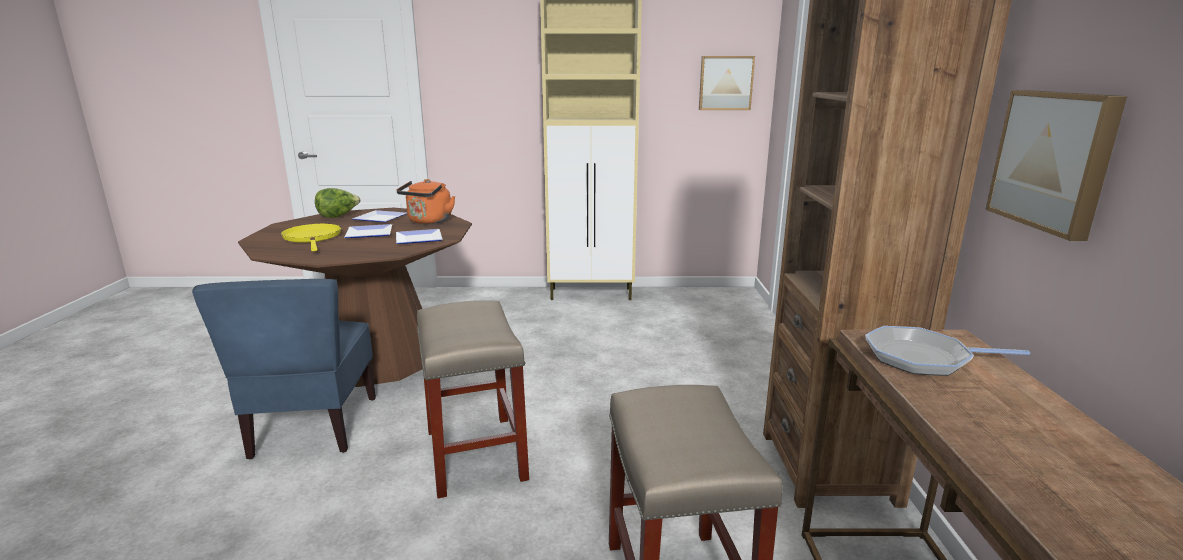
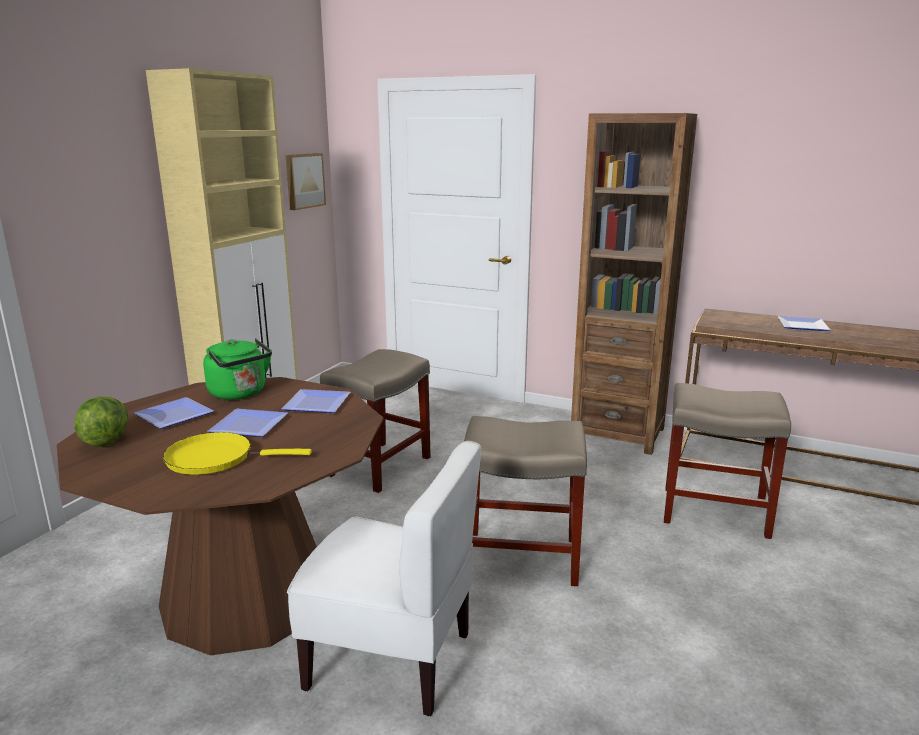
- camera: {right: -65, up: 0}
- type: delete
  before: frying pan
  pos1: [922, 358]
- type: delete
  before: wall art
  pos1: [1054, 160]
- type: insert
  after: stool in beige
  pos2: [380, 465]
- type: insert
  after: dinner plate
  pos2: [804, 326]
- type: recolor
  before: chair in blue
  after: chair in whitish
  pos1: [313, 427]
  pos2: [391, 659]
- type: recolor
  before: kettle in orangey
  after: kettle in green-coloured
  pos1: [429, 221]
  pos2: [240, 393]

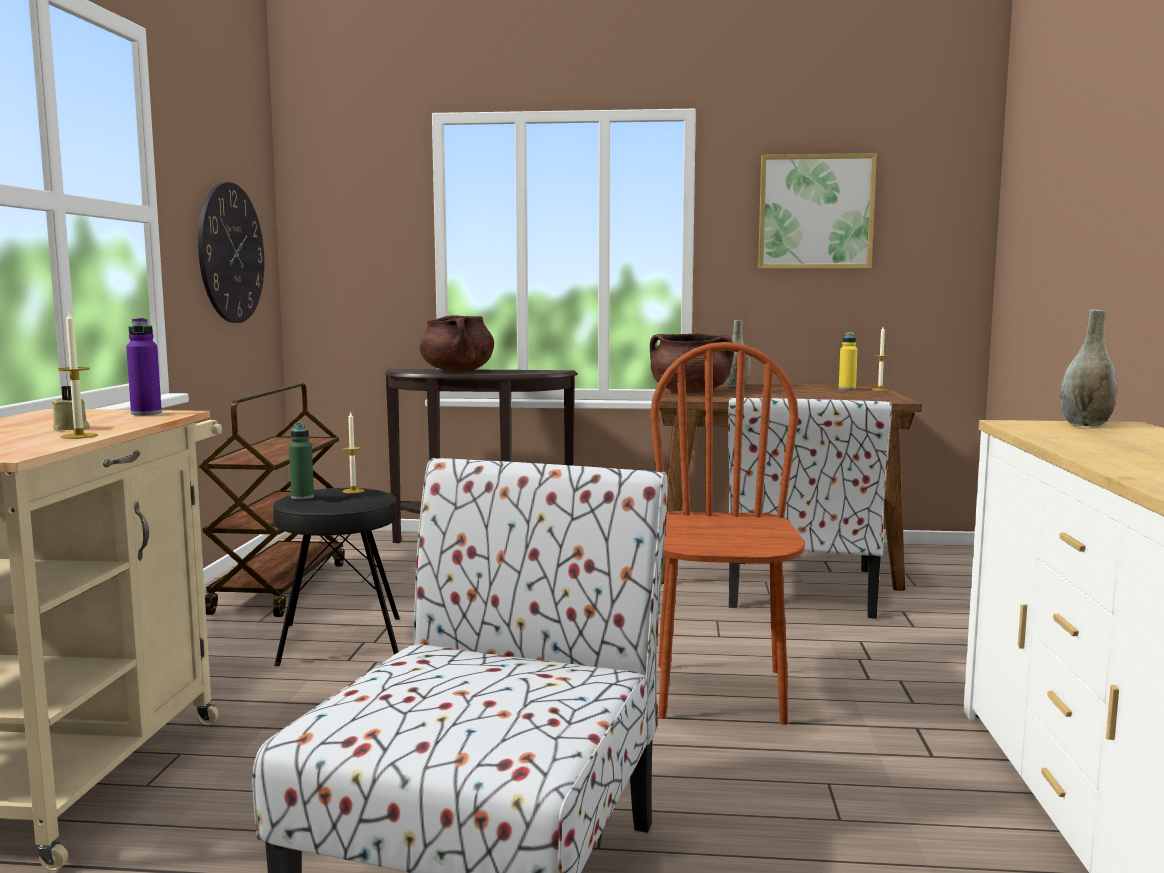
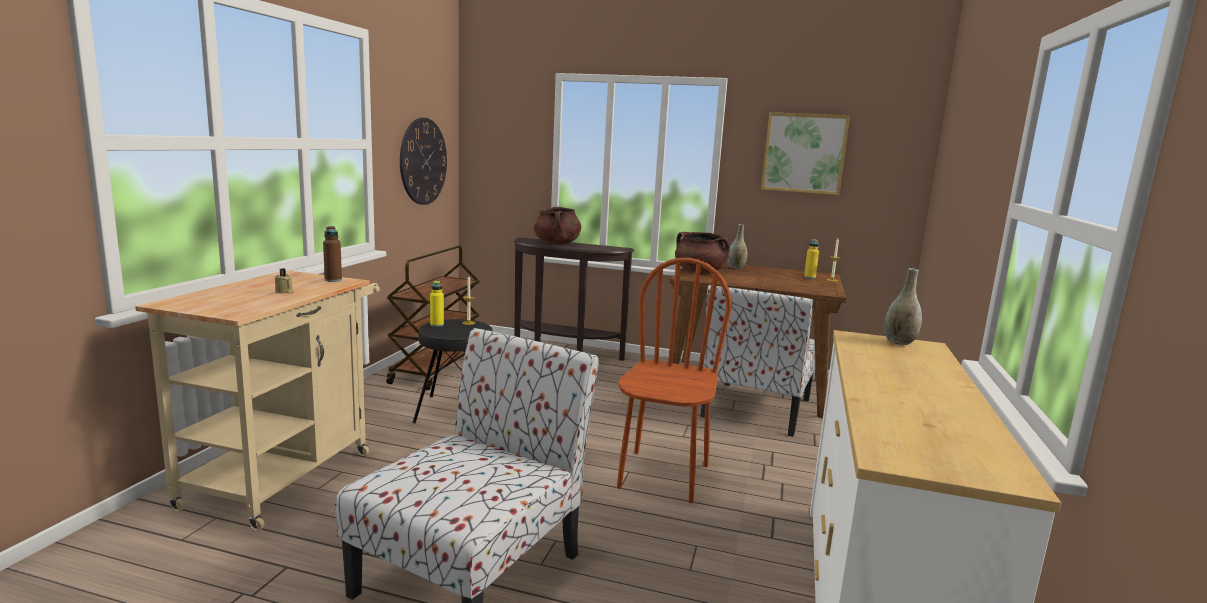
- camera: {right: 10, up: 5}
- type: delete
  before: wax candle
  pos1: [79, 436]
- type: recolor
  before: drink bottle in purple-coloured
  after: drink bottle in brownish
  pos1: [146, 413]
  pos2: [333, 280]
- type: recolor
  before: drink bottle in green-coloured
  after: drink bottle in yellow-coloured
  pos1: [302, 497]
  pos2: [437, 325]

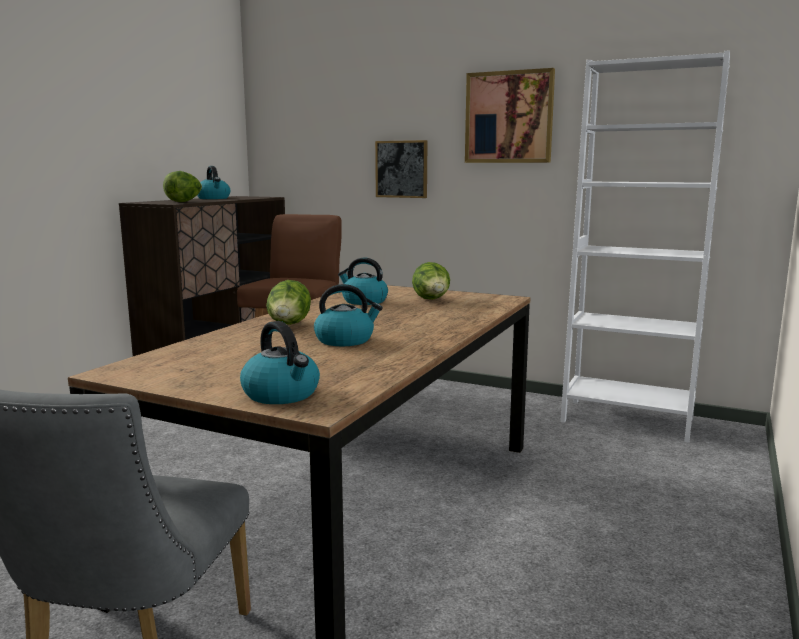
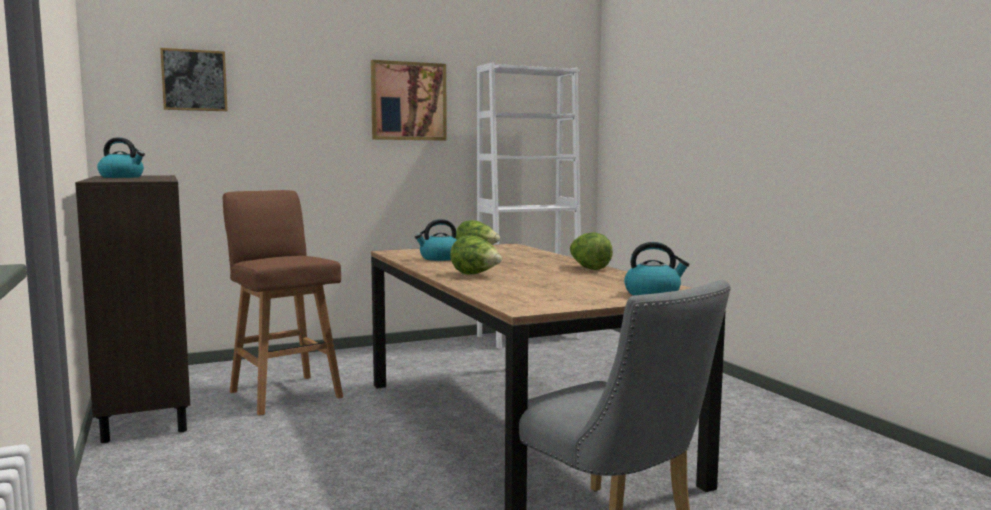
- camera: {right: -50, up: -5}
- type: delete
  before: kettle
  pos1: [345, 340]
- type: move
  before: head of lettuce
  pos1: [184, 201]
  pos2: [588, 268]
- type: move
  before: wall art
  pos1: [401, 169]
  pos2: [194, 80]

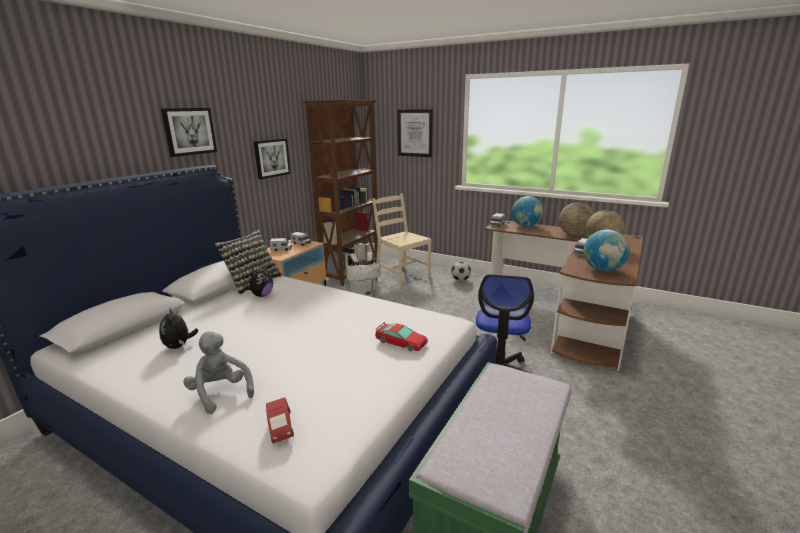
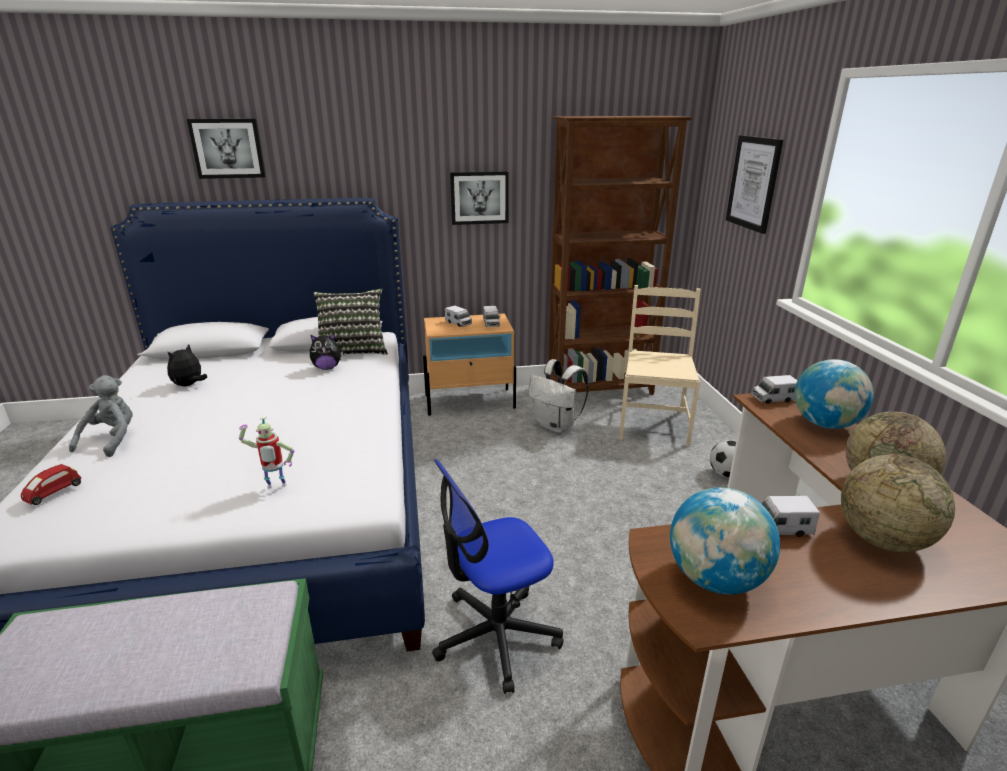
- camera: {right: 50, up: 5}
- type: move
  before: wall art
  pos1: [189, 131]
  pos2: [228, 148]
- type: replace
  before: toy car
  after: robot figure
  pos1: [401, 342]
  pos2: [276, 487]

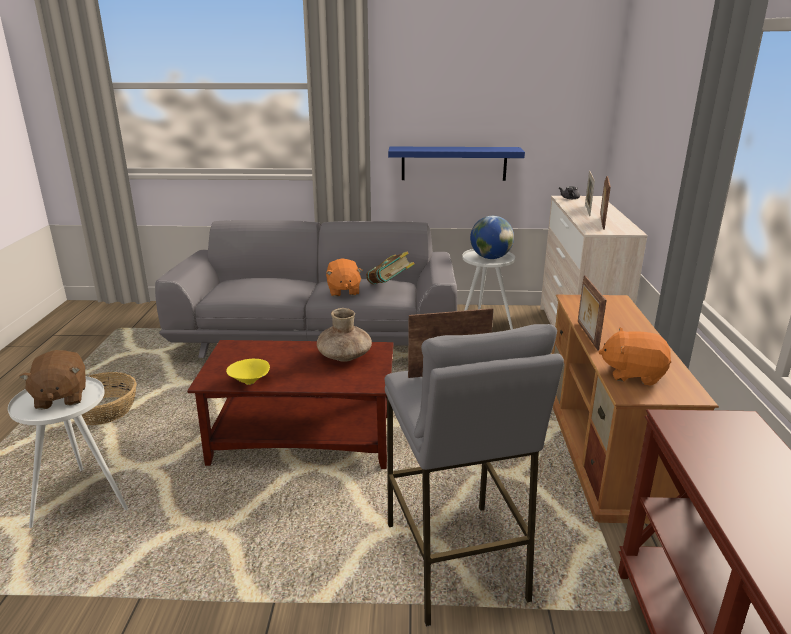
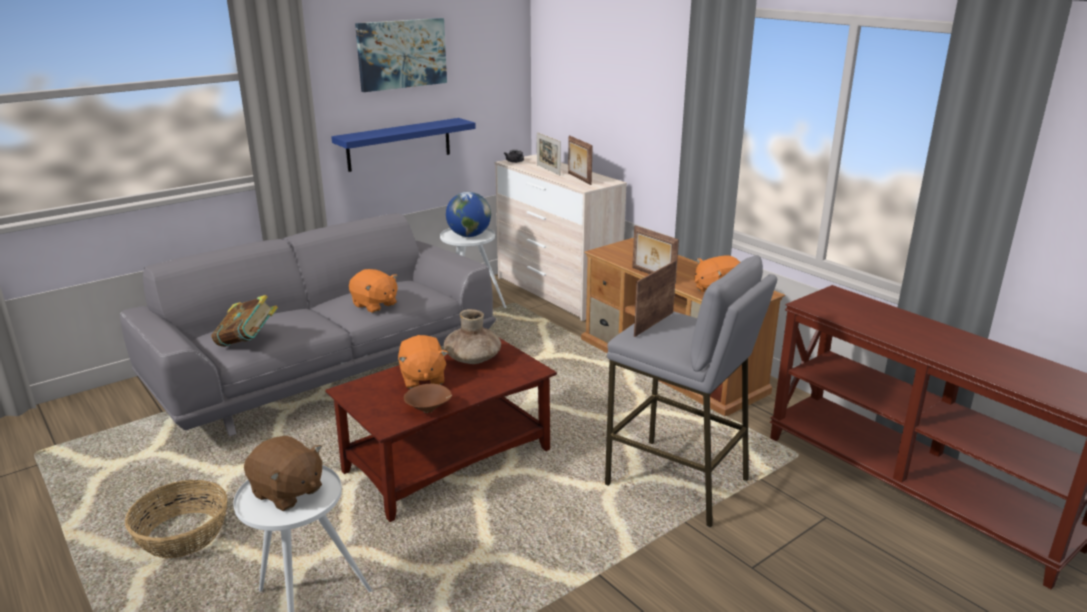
- camera: {right: -40, up: 0}
- type: insert
  after: wall art
  pos2: [401, 54]
- type: insert
  after: cuddly toy in orangey
  pos2: [422, 378]
- type: move
  before: book
  pos1: [389, 286]
  pos2: [248, 343]
- type: recolor
  before: deep dish in yellow-coloured
  after: deep dish in brownish
  pos1: [250, 382]
  pos2: [429, 410]

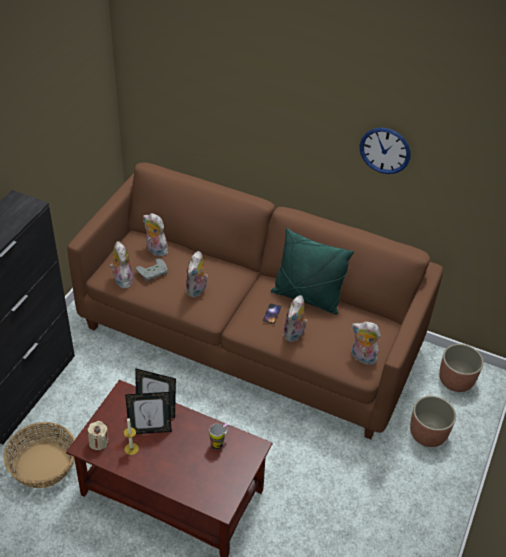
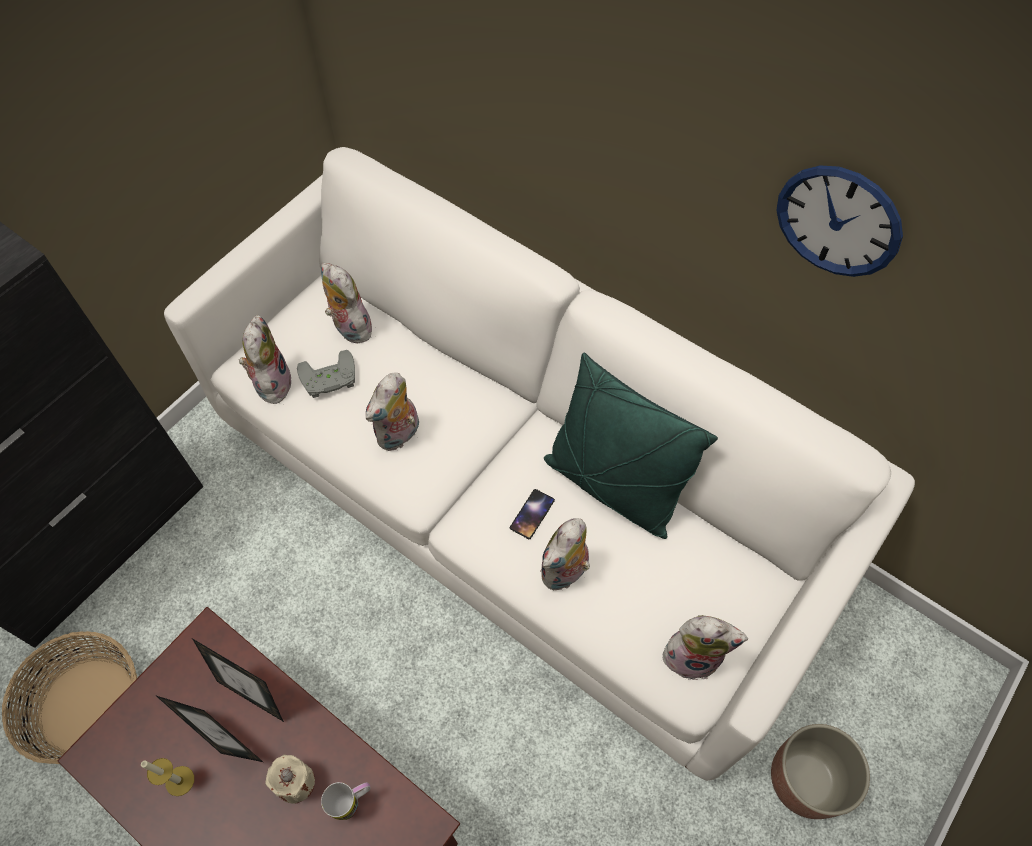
- camera: {right: 15, up: 15}
- type: delete
  before: plant pot
  pos1: [456, 380]
- type: move
  before: wax candle in beige
  pos1: [99, 442]
  pos2: [295, 783]
- type: recolor
  before: settee in brownish
  after: settee in whitish
  pos1: [250, 336]
  pos2: [517, 498]
- type: rotate
  before: photo frame
  pos1: [150, 430]
  pos2: [228, 741]
  turn: -150
- type: rotate
  before: cuddly toy
  pos1: [362, 358]
  pos2: [693, 655]
  turn: 150

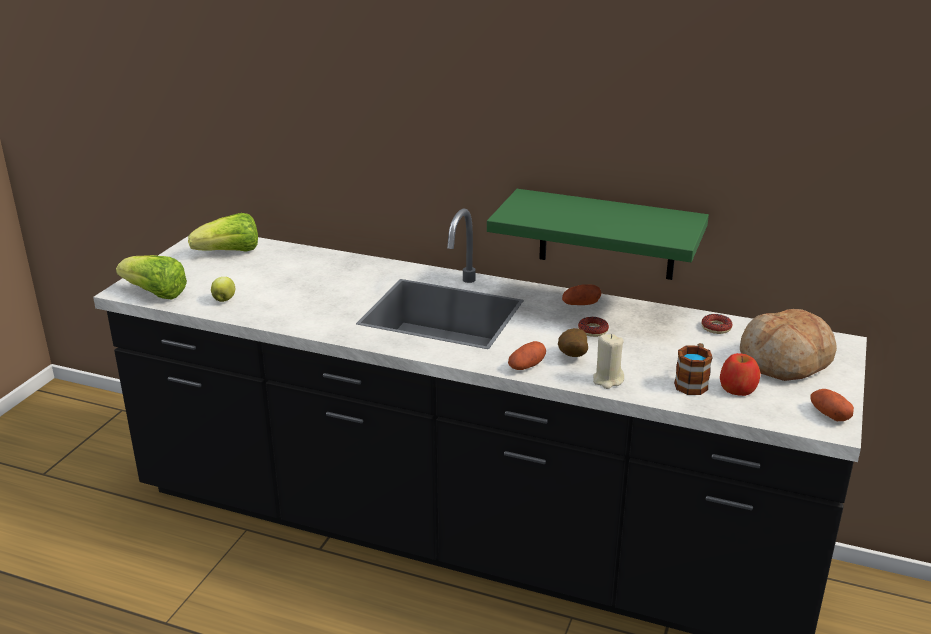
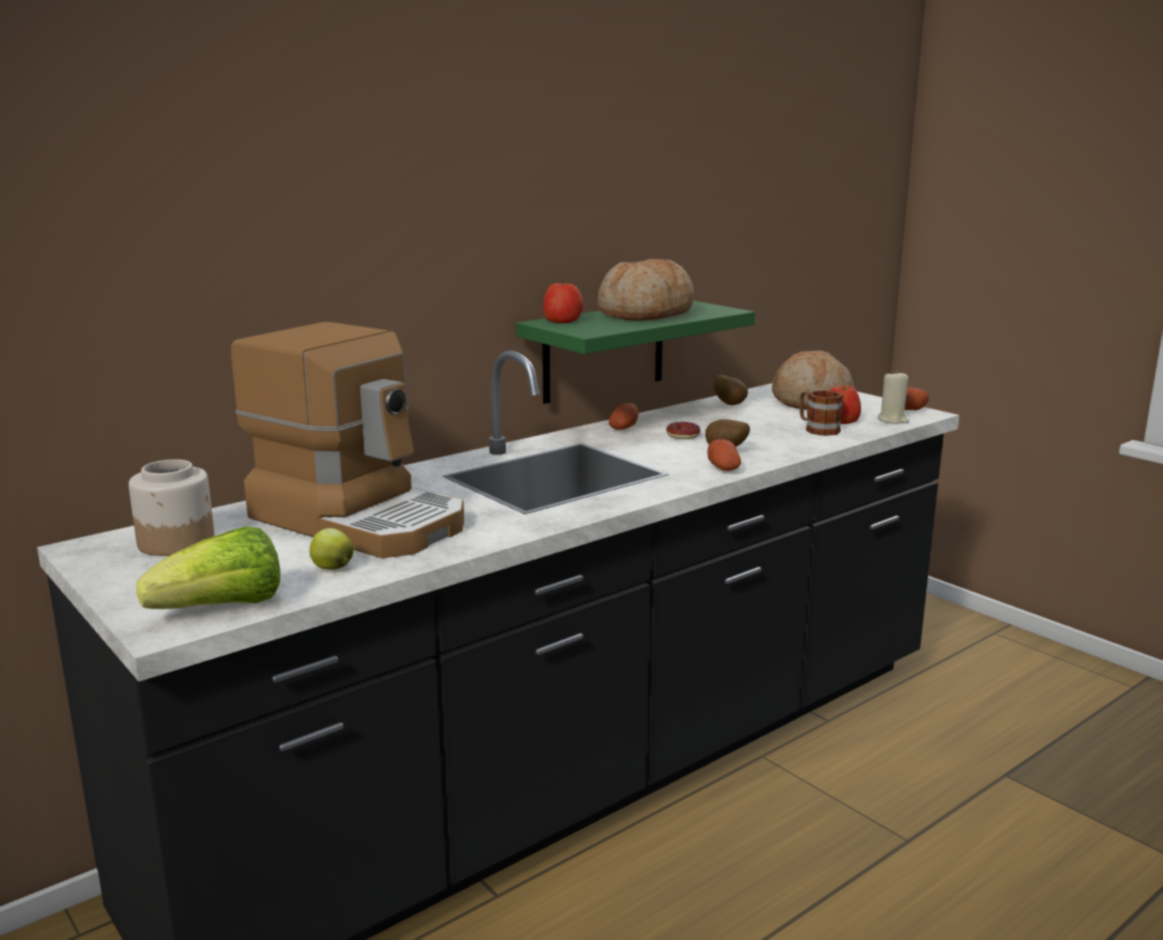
- camera: {right: -60, up: -10}
- type: insert
  after: coffee maker
  pos2: [361, 519]
- type: insert
  after: apple
  pos2: [562, 320]
- type: insert
  after: bread
  pos2: [646, 314]
- type: move
  before: wax candle in beige
  pos1: [607, 380]
  pos2: [892, 420]
- type: replace
  before: head of lettuce
  after: storage jar
  pos1: [230, 252]
  pos2: [177, 542]
- type: replace
  before: ring doughnut
  after: whole potato
  pos1: [716, 328]
  pos2: [730, 404]

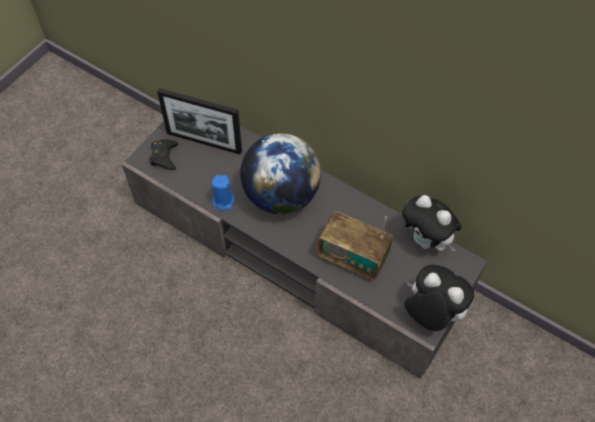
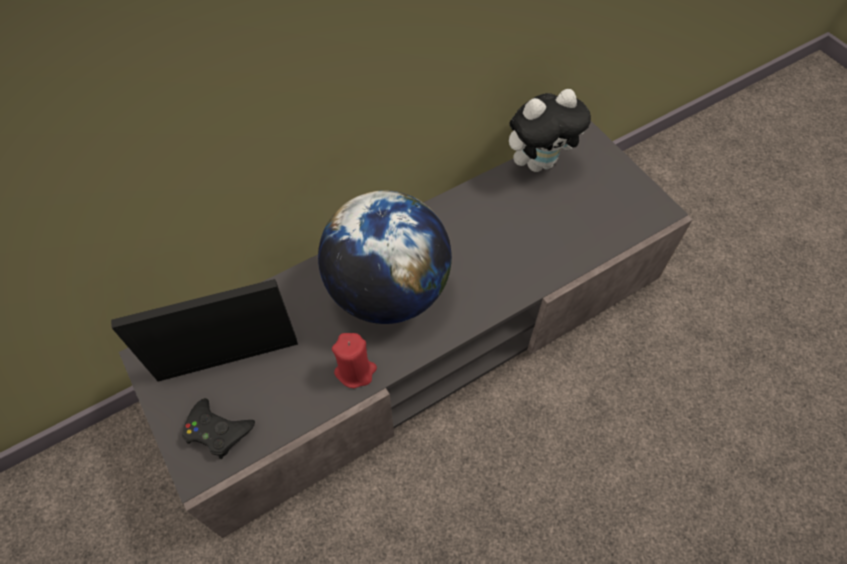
- camera: {right: -65, up: 0}
- type: delete
  before: radio receiver
  pos1: [352, 257]
- type: delete
  before: cuddly toy
  pos1: [430, 314]
- type: recolor
  before: wax candle in blue
  after: wax candle in red
  pos1: [224, 201]
  pos2: [355, 371]
- type: rotate
  before: photo frame
  pos1: [204, 142]
  pos2: [228, 359]
  turn: -150

